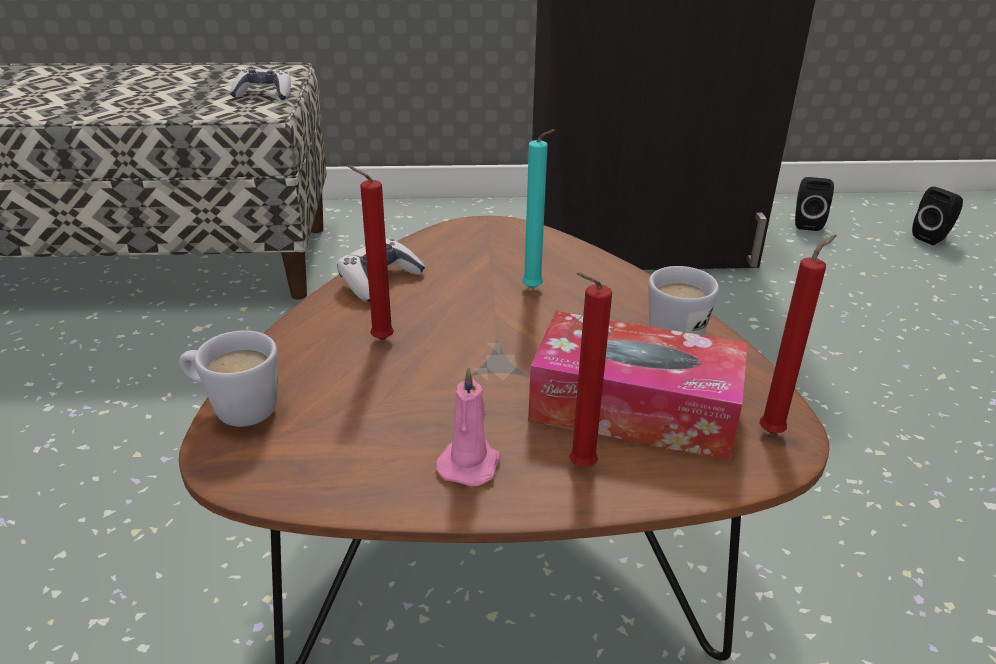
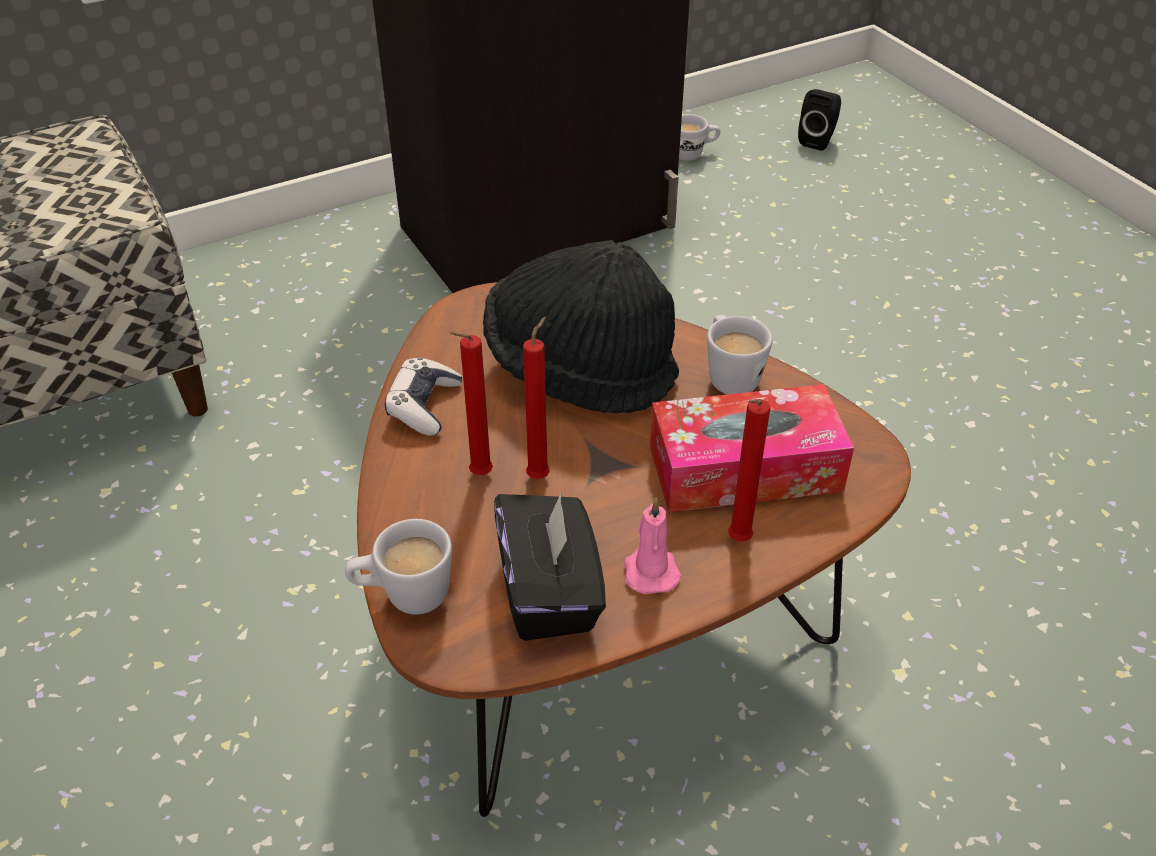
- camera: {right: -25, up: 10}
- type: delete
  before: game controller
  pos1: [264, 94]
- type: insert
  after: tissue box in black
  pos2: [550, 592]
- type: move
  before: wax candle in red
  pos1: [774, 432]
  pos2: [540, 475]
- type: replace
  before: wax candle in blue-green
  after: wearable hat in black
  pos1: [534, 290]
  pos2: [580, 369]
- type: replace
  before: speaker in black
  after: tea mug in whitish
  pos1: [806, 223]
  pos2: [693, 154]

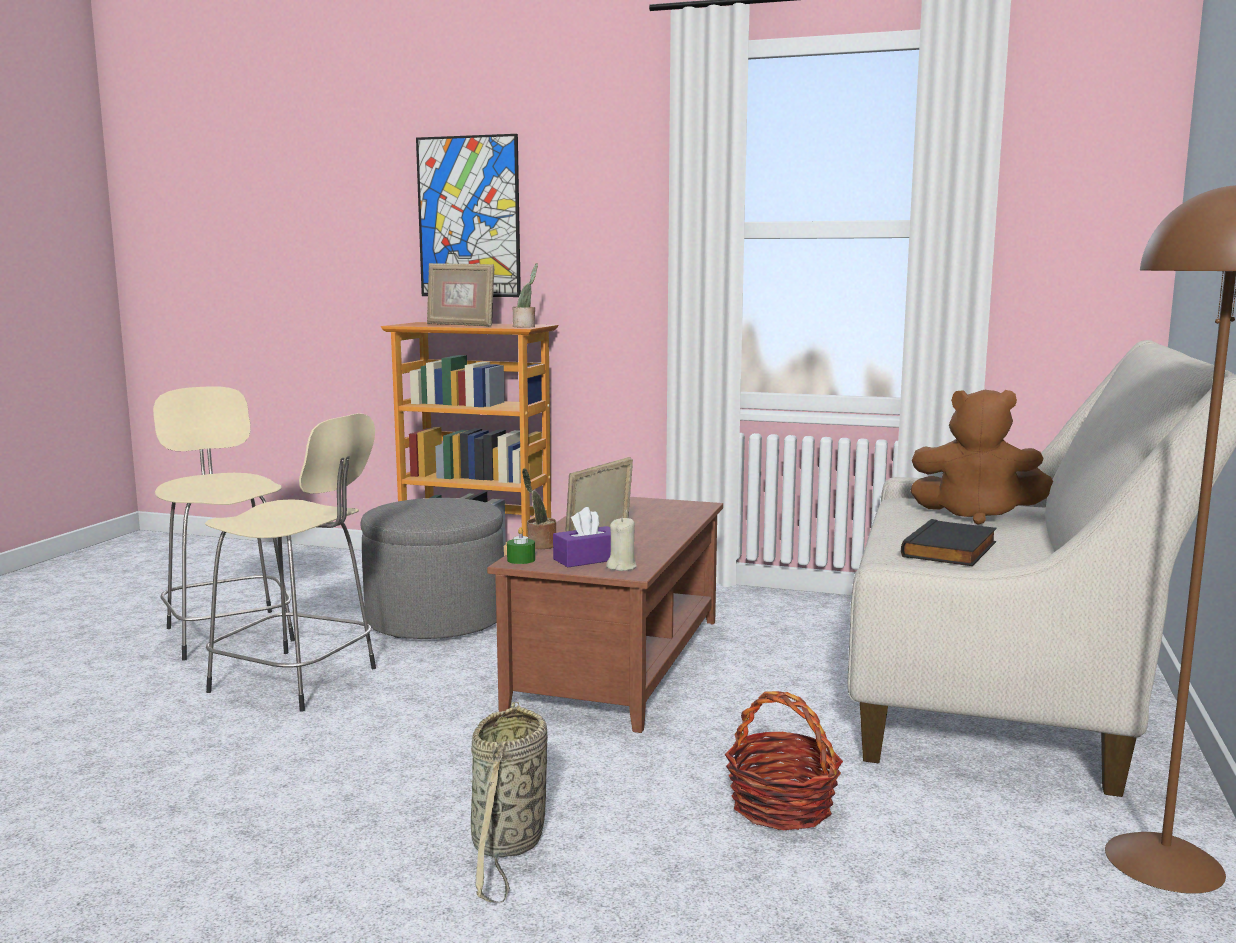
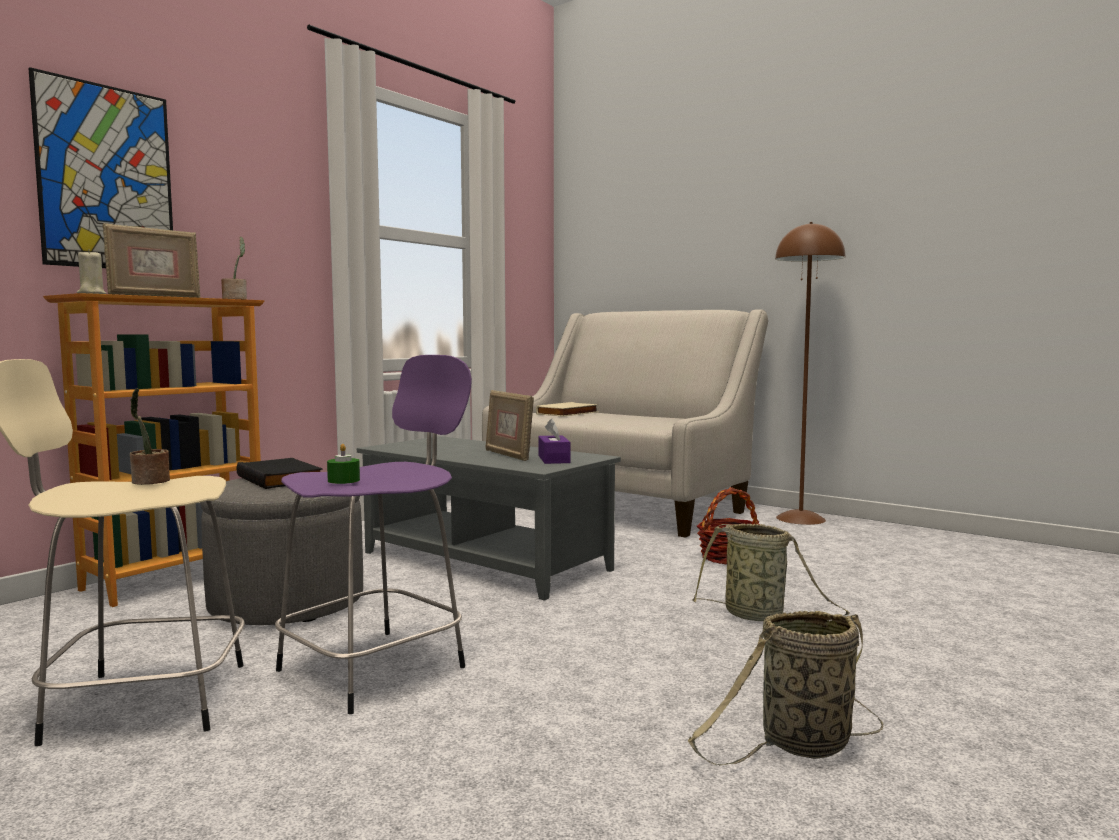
- camera: {right: -70, up: -5}
- type: insert
  after: household basket
  pos2: [800, 746]
- type: move
  before: wax candle in green-coloured
  pos1: [521, 560]
  pos2: [343, 480]
- type: move
  before: potted plant
  pos1: [539, 545]
  pos2: [149, 482]
- type: move
  before: wax candle in beige
  pos1: [622, 567]
  pos2: [91, 294]
- type: move
  before: book in black
  pos1: [952, 550]
  pos2: [281, 479]
- type: replace
  before: cuddly toy in brownish
  after: book in beige
  pos1: [976, 515]
  pos2: [568, 413]
- type: recolor
  before: stool in beige
  after: stool in purple-coloured
  pos1: [298, 681]
  pos2: [377, 666]
- type: recolor
  before: low table in brownish
  after: low table in greyish
  pos1: [621, 663]
  pos2: [486, 561]

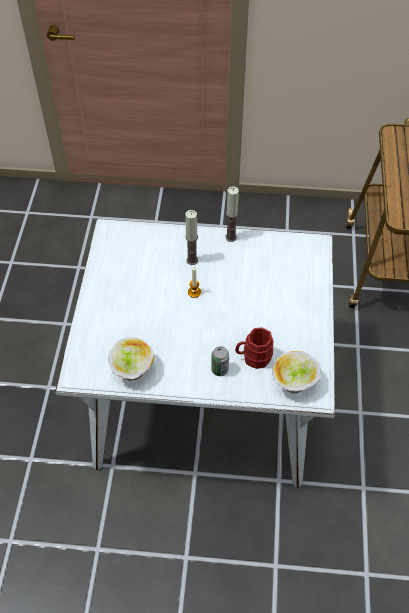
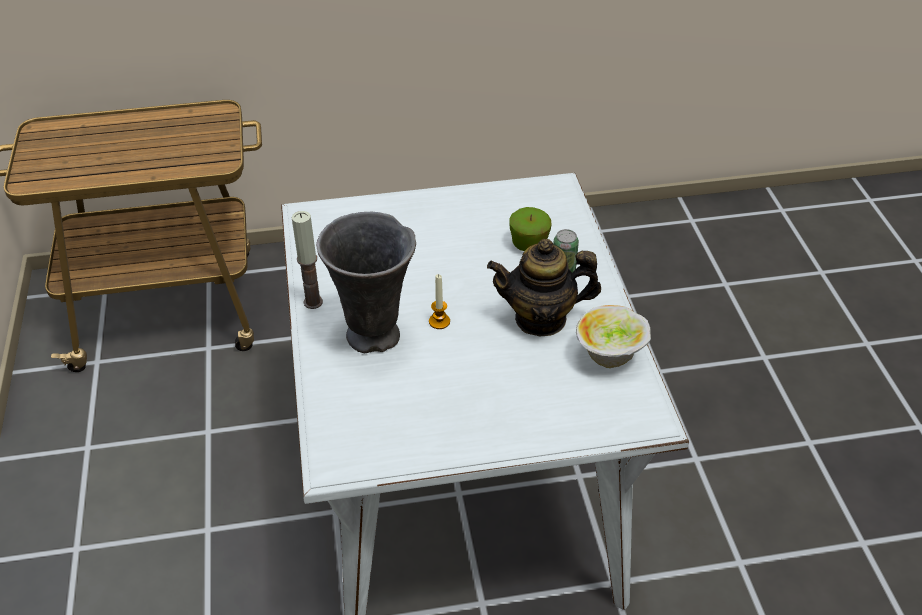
- camera: {right: -105, up: -10}
- type: delete
  before: deep dish
  pos1: [294, 384]
- type: insert
  after: teapot
  pos2: [541, 318]
- type: replace
  before: wax candle
  after: vase in greyish
  pos1: [192, 260]
  pos2: [375, 337]
- type: replace
  before: tea mug in red
  after: apple
  pos1: [253, 357]
  pos2: [529, 244]

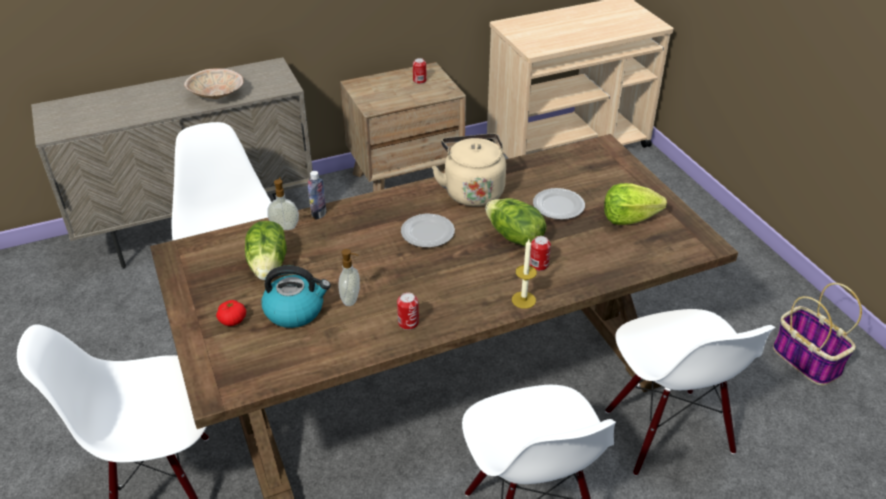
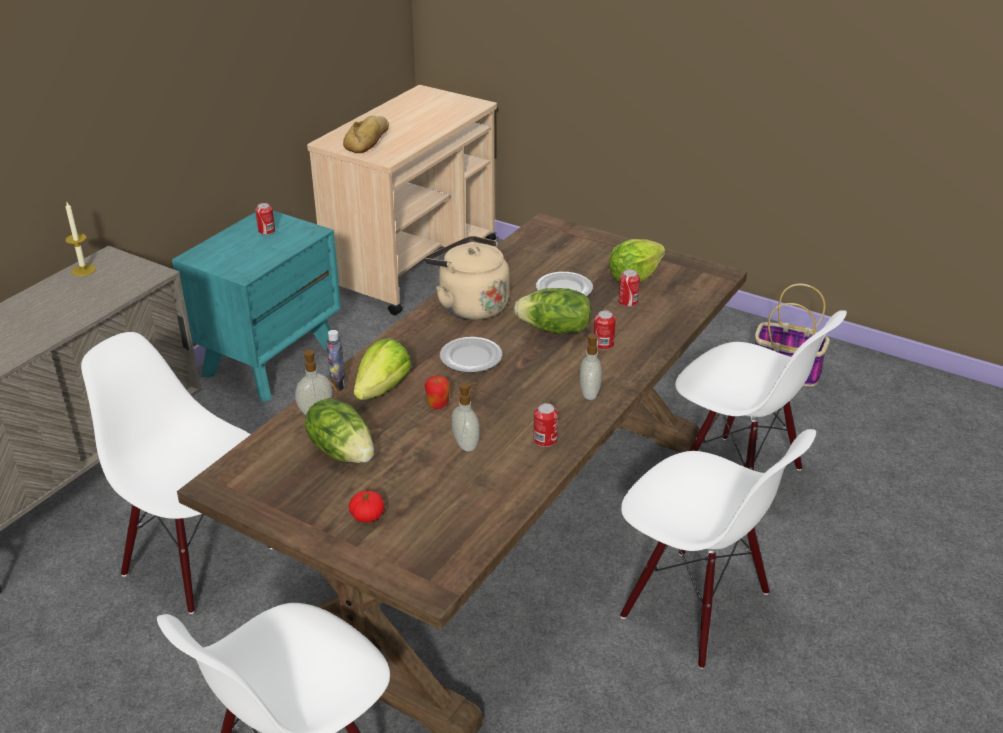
- camera: {right: -35, up: -5}
- type: delete
  before: deep dish in beige
  pos1: [217, 96]
- type: delete
  before: kettle
  pos1: [295, 310]
- type: insert
  after: bread
  pos2: [369, 140]
- type: insert
  after: head of lettuce
  pos2: [383, 389]
- type: insert
  after: apple
  pos2: [438, 405]
- type: insert
  after: soap bottle
  pos2: [588, 393]
- type: insert
  after: metal can
  pos2: [628, 301]
- type: move
  before: wax candle
  pos1: [523, 300]
  pos2: [83, 270]
- type: recolor
  before: bedside table in brownish
  after: bedside table in blue-green
  pos1: [405, 180]
  pos2: [271, 360]

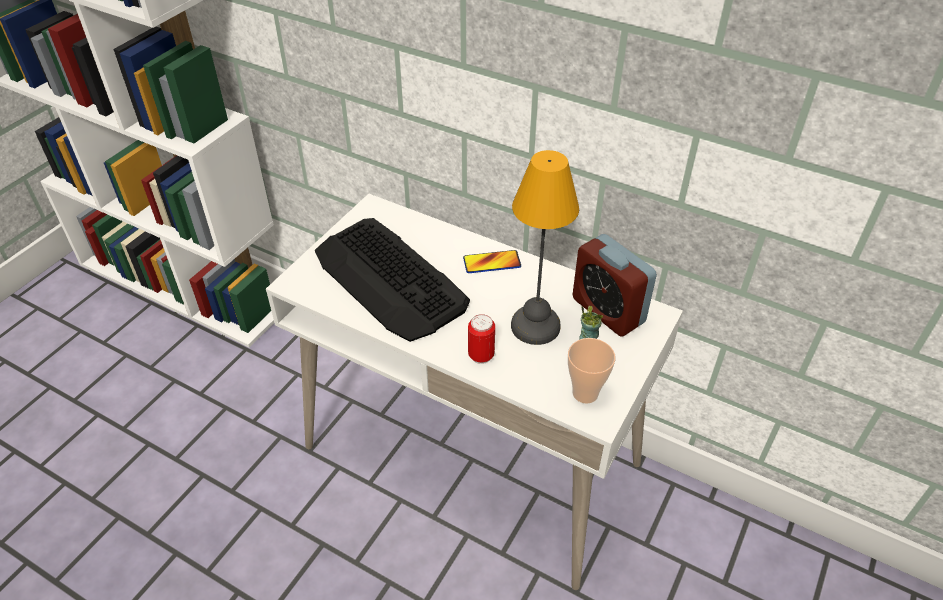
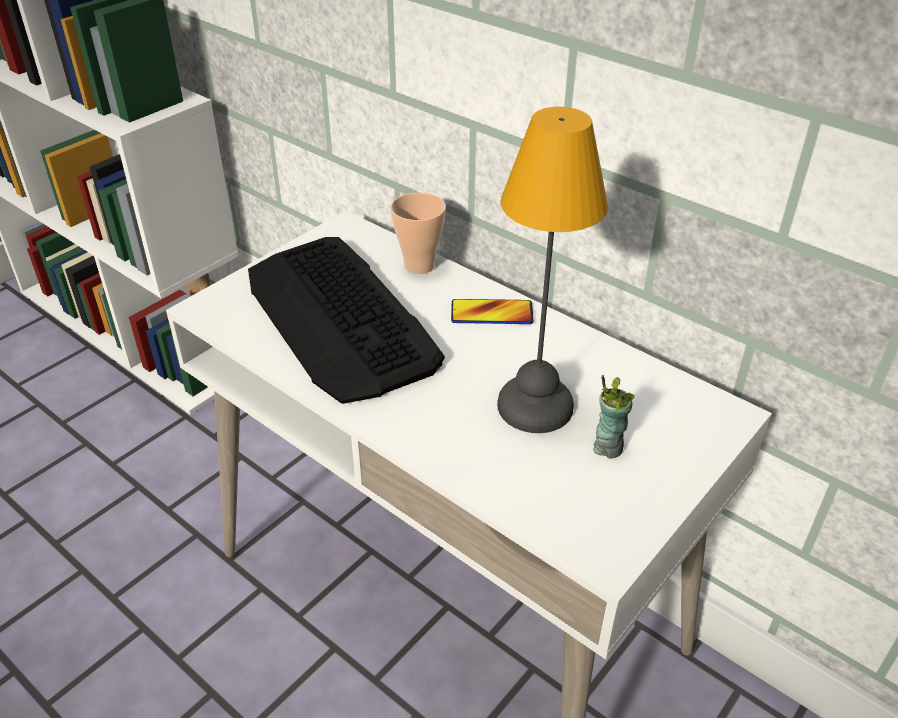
- camera: {right: 10, up: -5}
- type: delete
  before: metal can
  pos1: [481, 356]
- type: delete
  before: alarm clock
  pos1: [608, 311]
- type: move
  before: drinking cup
  pos1: [585, 393]
  pos2: [419, 265]

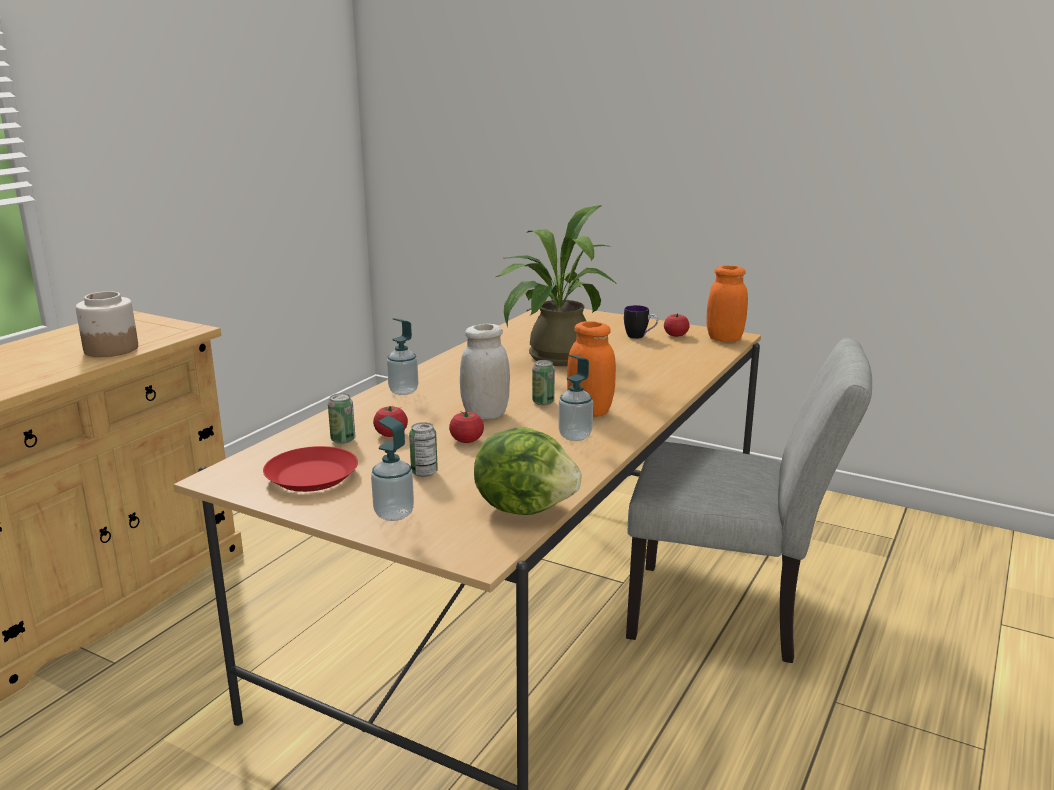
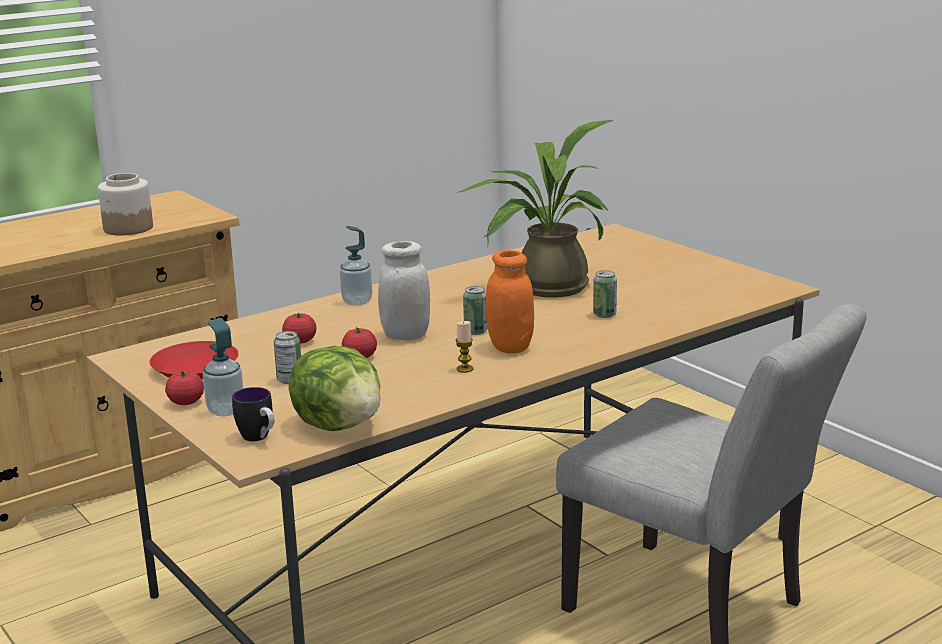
- camera: {right: 25, up: 0}
- type: delete
  before: storage jar in orangey
  pos1: [724, 339]
- type: move
  before: metal can
  pos1: [343, 440]
  pos2: [604, 315]
- type: move
  before: tea mug
  pos1: [640, 337]
  pos2: [259, 439]
- type: move
  before: whole tomato
  pos1: [675, 335]
  pos2: [186, 402]
- type: replace
  before: soap bottle
  after: wax candle
  pos1: [575, 436]
  pos2: [465, 369]

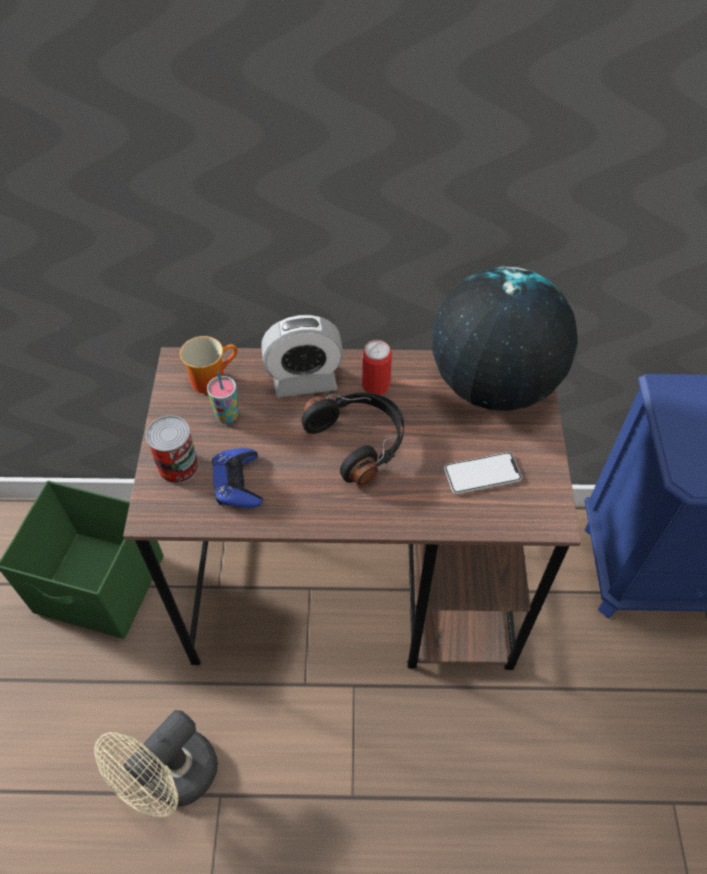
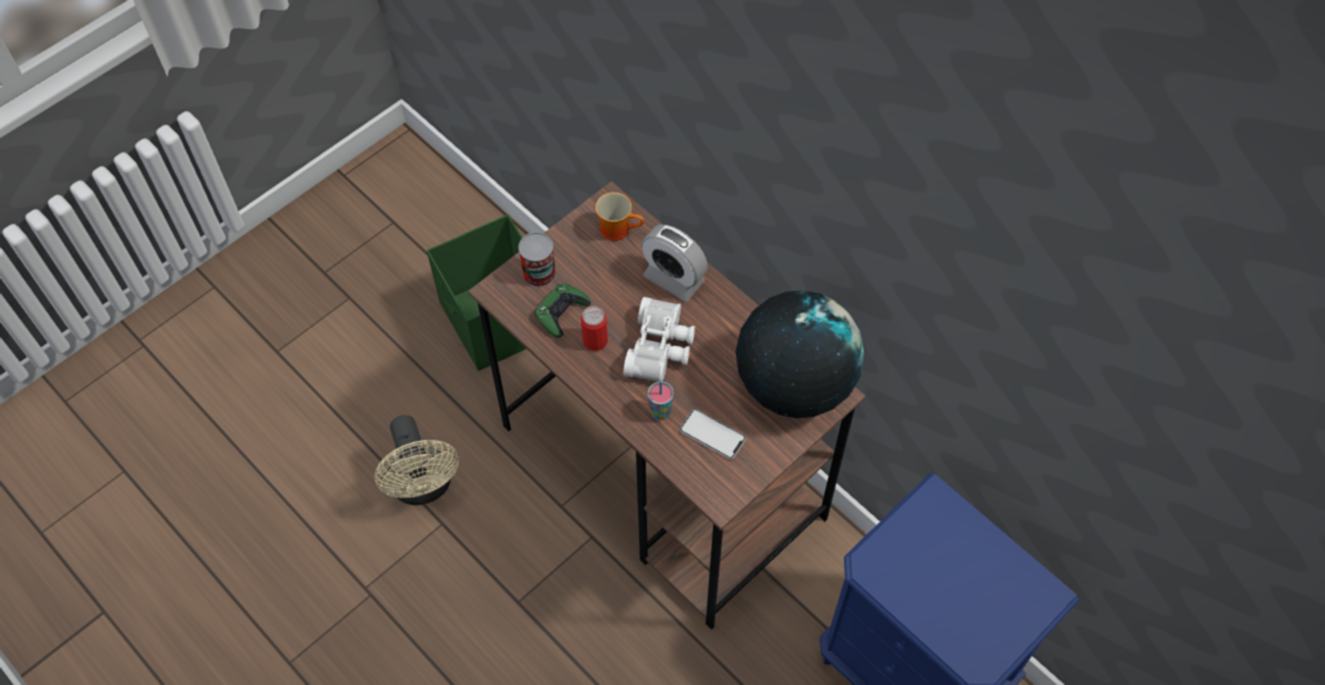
- camera: {right: 45, up: 5}
- type: move
  before: drinking cup
  pos1: [227, 416]
  pos2: [660, 412]
- type: move
  before: metal can
  pos1: [375, 385]
  pos2: [595, 340]
- type: replace
  before: headphones in black
  after: binoculars in whitish
  pos1: [359, 441]
  pos2: [662, 348]
- type: recolor
  before: game controller in blue
  after: game controller in green-coloured
  pos1: [238, 483]
  pos2: [561, 313]
- type: rotate
  before: fan in beige
  pos1: [172, 779]
  pos2: [424, 487]
  turn: -105

